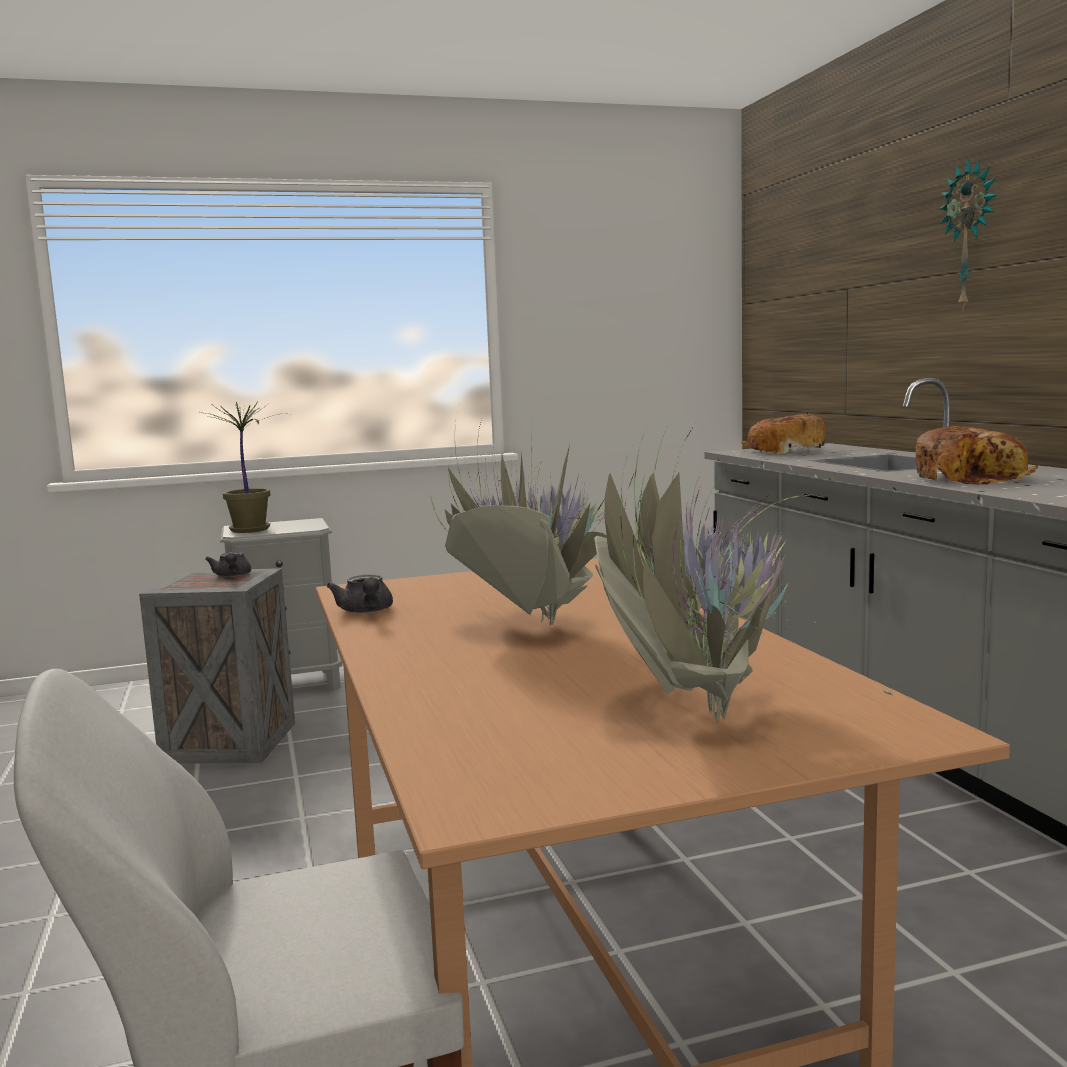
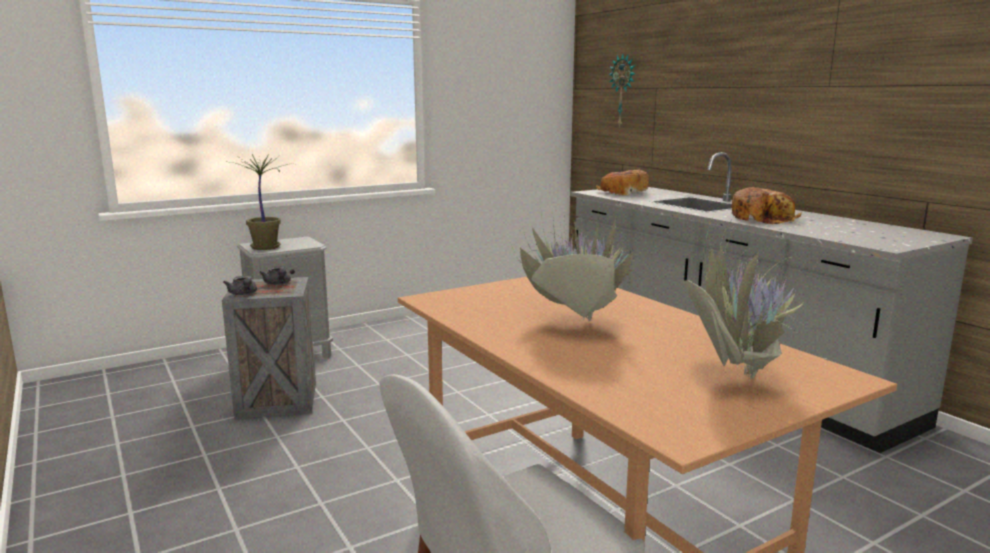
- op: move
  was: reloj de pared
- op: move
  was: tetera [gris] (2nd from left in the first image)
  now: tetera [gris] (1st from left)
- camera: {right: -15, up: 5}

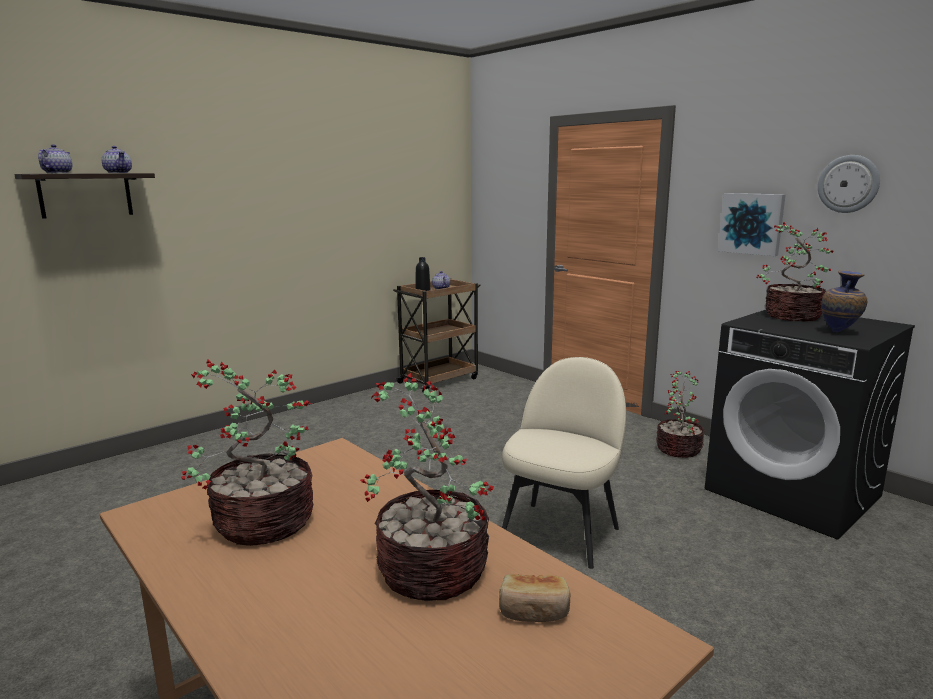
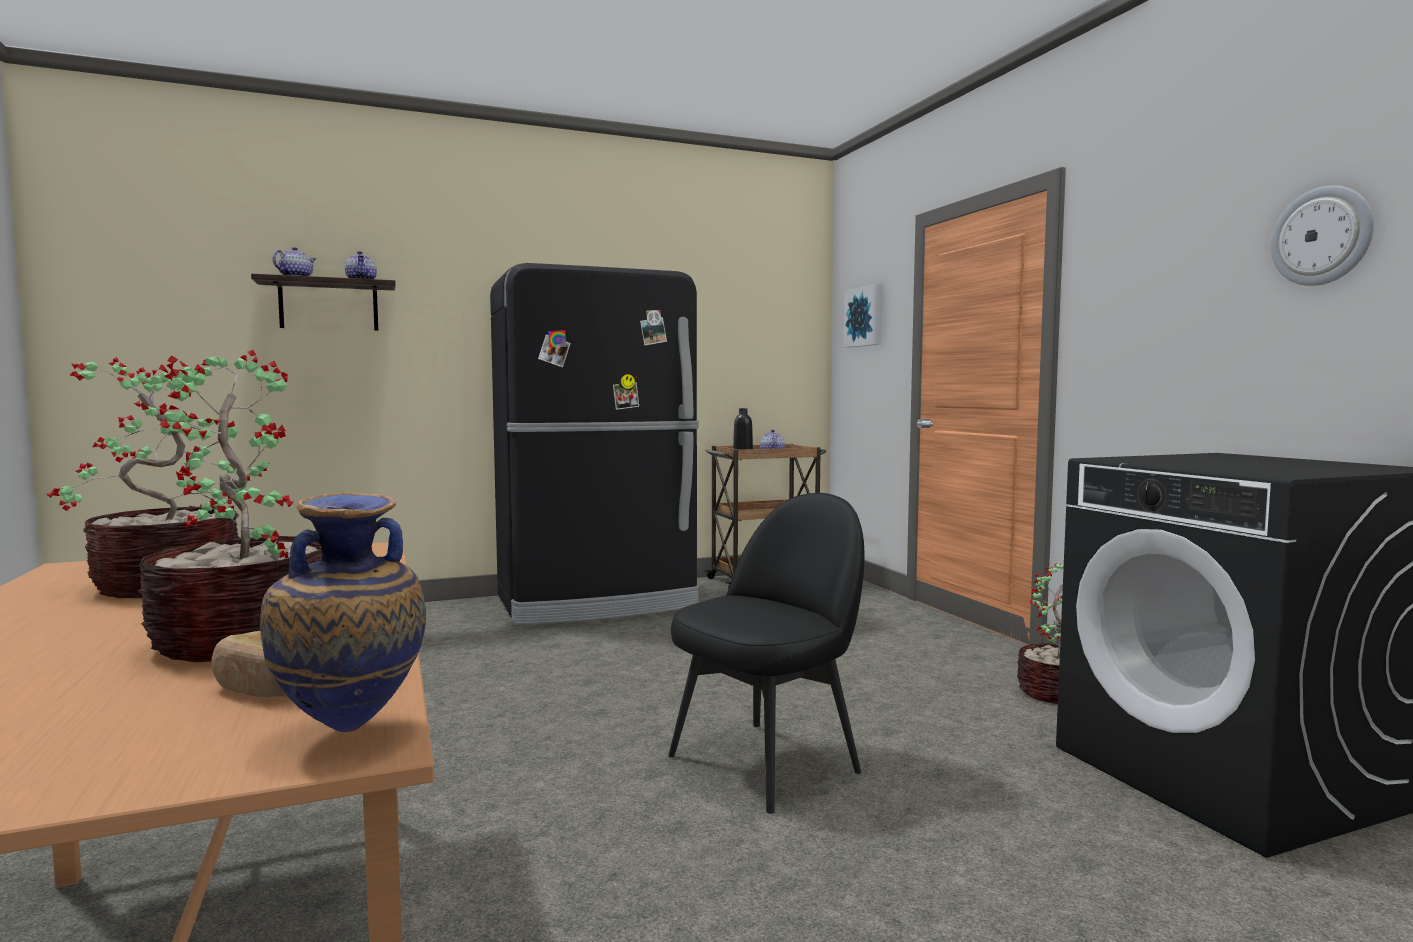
- op: move
  was: cuadro
- op: delete
  was: planta en maceta (4th from left)
- op: move
  was: florero
- op: recolor
  was: silla [beis]
  now: silla [negro]
- op: insert
  now: nevera [negro]
- camera: {right: 20, up: -10}

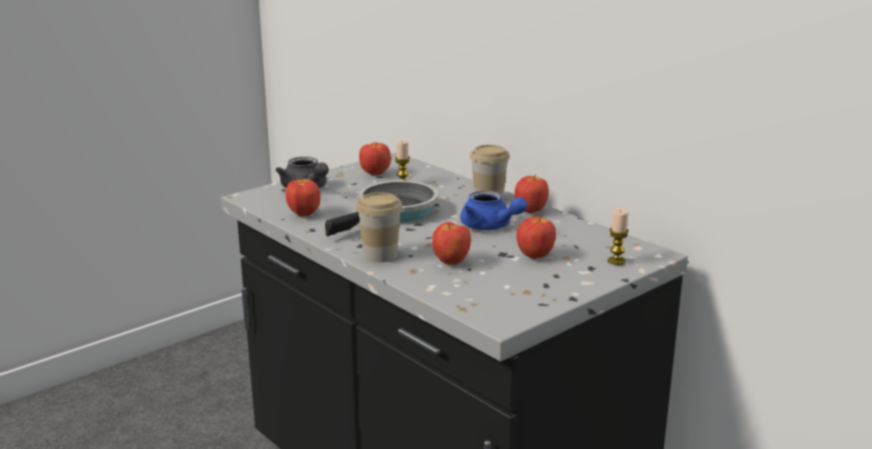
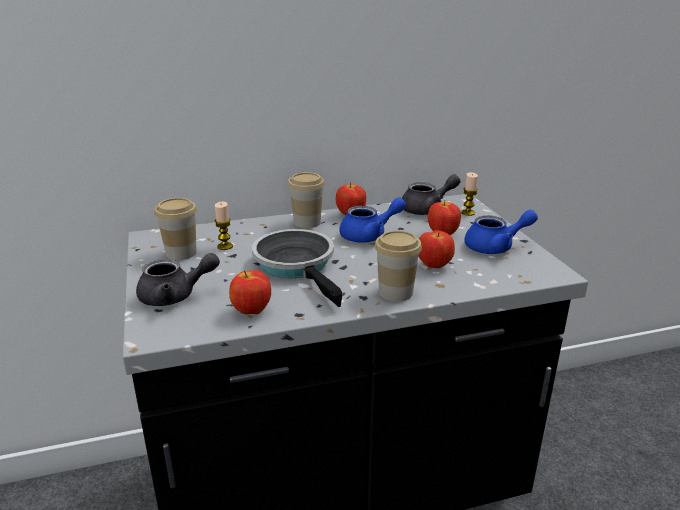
- op: replace
  was: manzana (2nd from left)
  now: taza (1st from left)
- op: insert
  now: tetera [gris] (2nd from left)
- op: insert
  now: tetera [azul] (2nd from left)
- camera: {right: -65, up: 5}

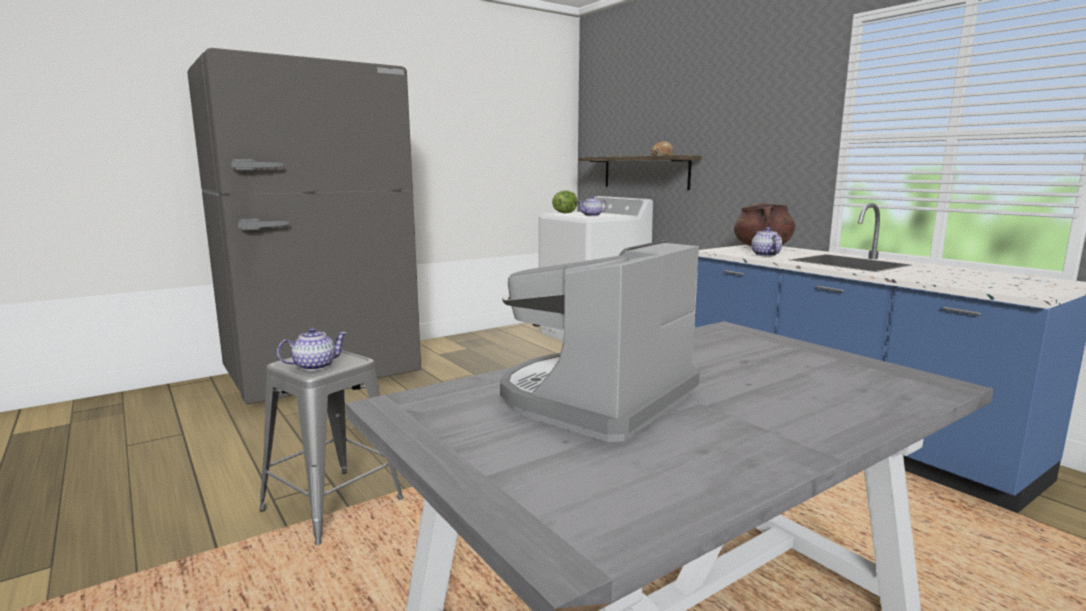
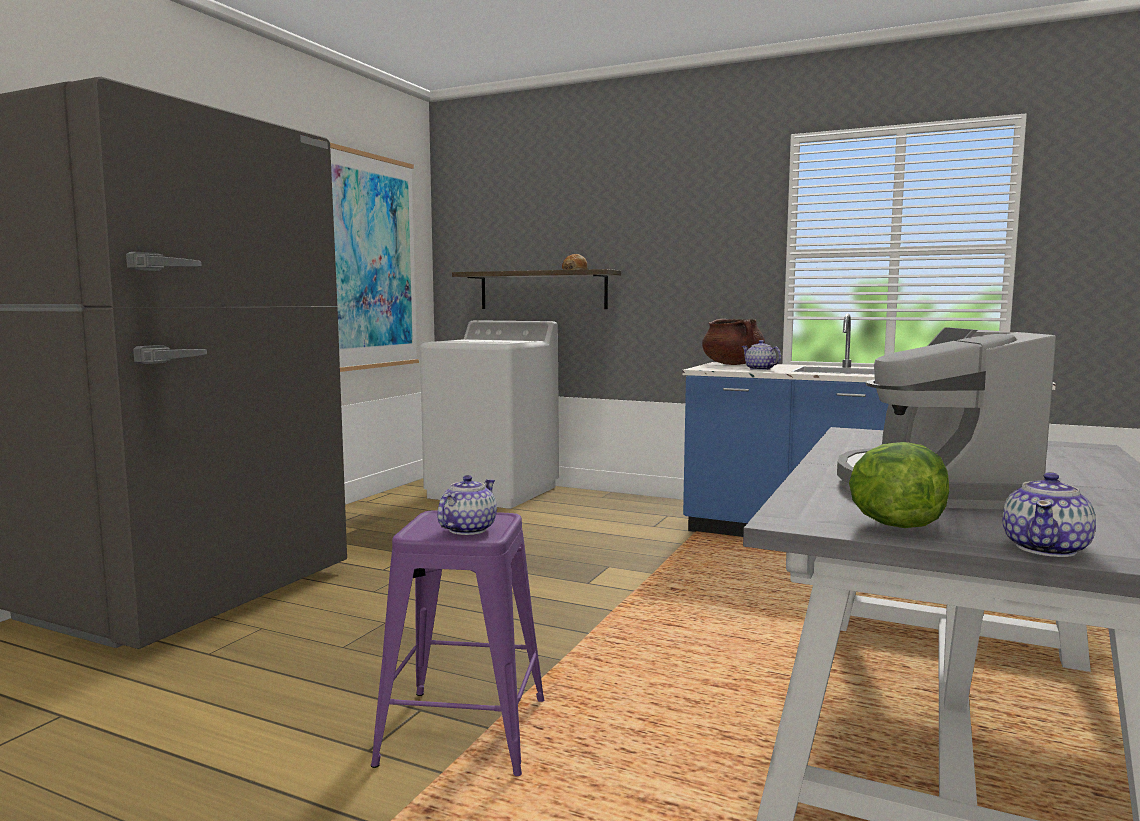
- op: move
  was: lechuga
- op: move
  was: tetera (2nd from left in the first image)
  now: tetera (3rd from left)
- op: recolor
  was: taburete [gris]
  now: taburete [morado]
- op: insert
  now: cuadro
- camera: {right: -30, up: -5}

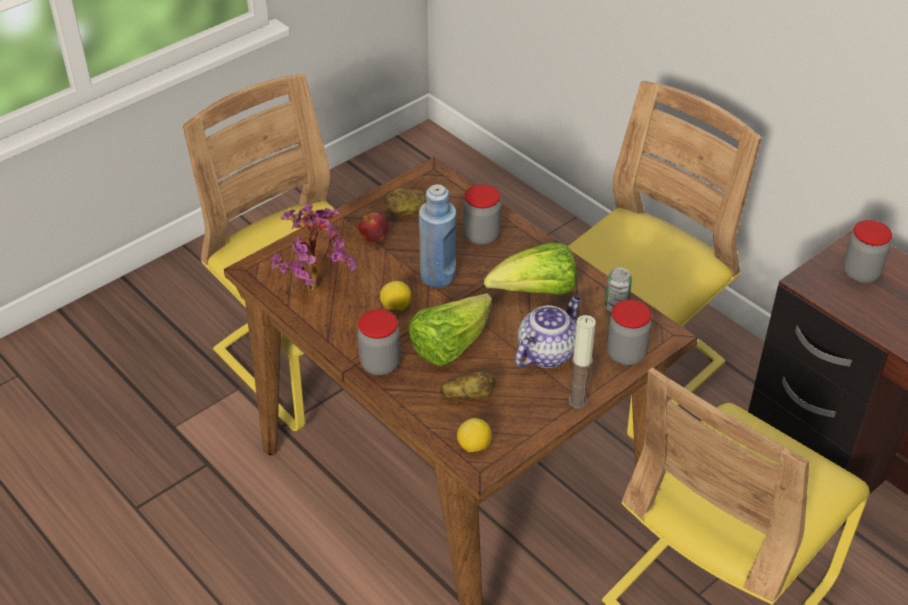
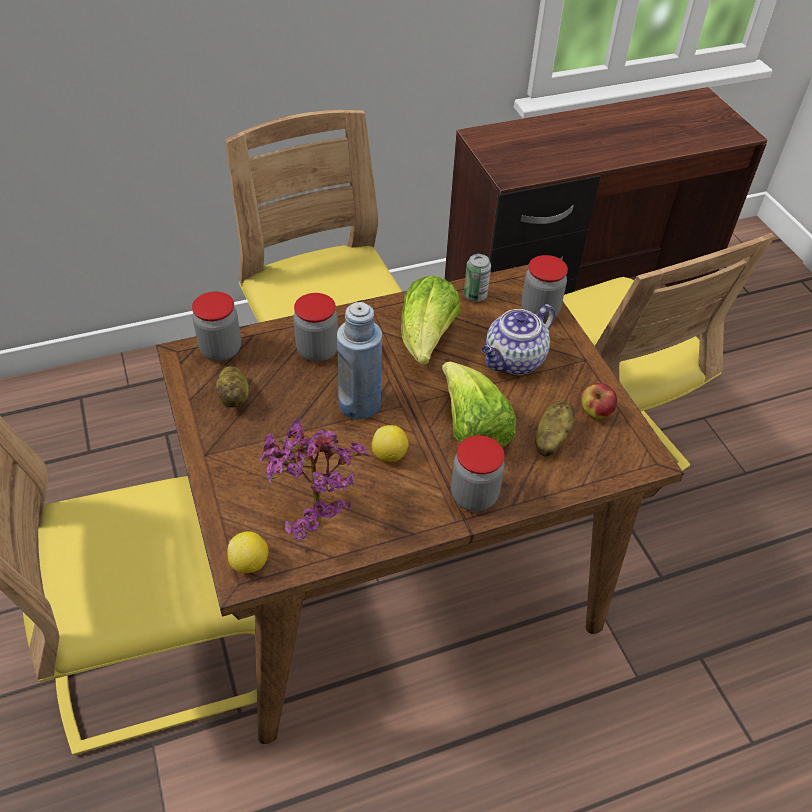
- op: move
  was: manzana
- op: move
  was: tarro (4th from left in the first image)
  now: tarro (1st from left)
- op: rotate
  was: tetera
  clockwise: -105
- op: delete
  was: vela
- op: move
  was: limón (2nd from left in the first image)
  now: limón (1st from left)
- camera: {right: -70, up: 5}

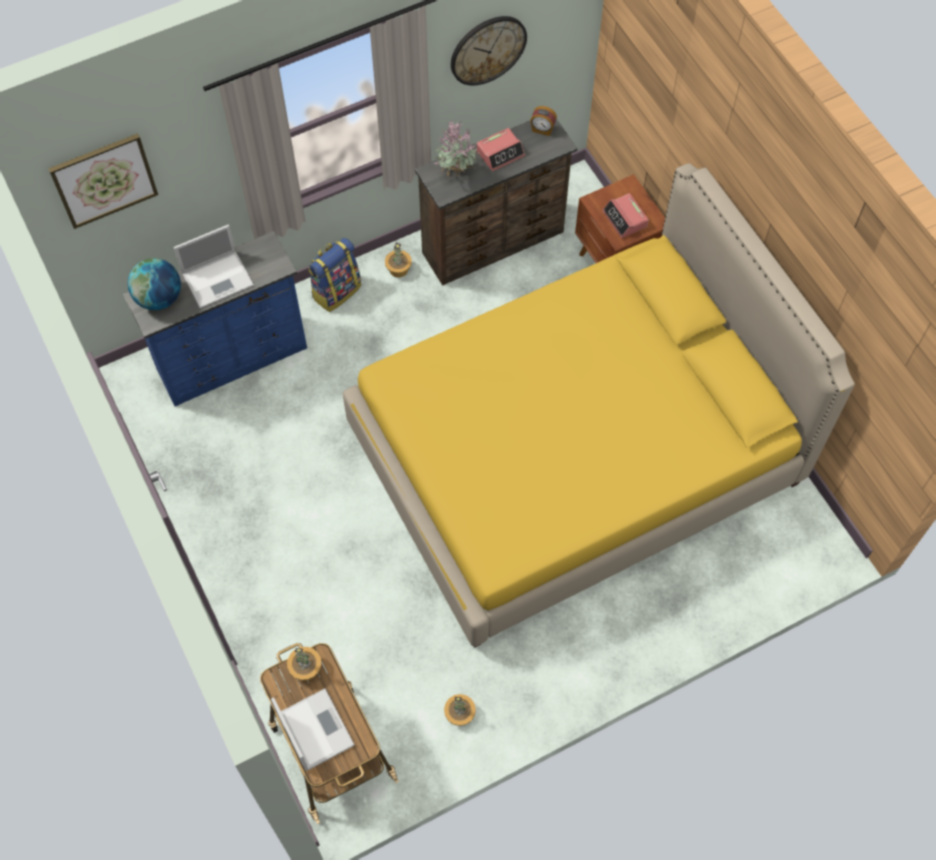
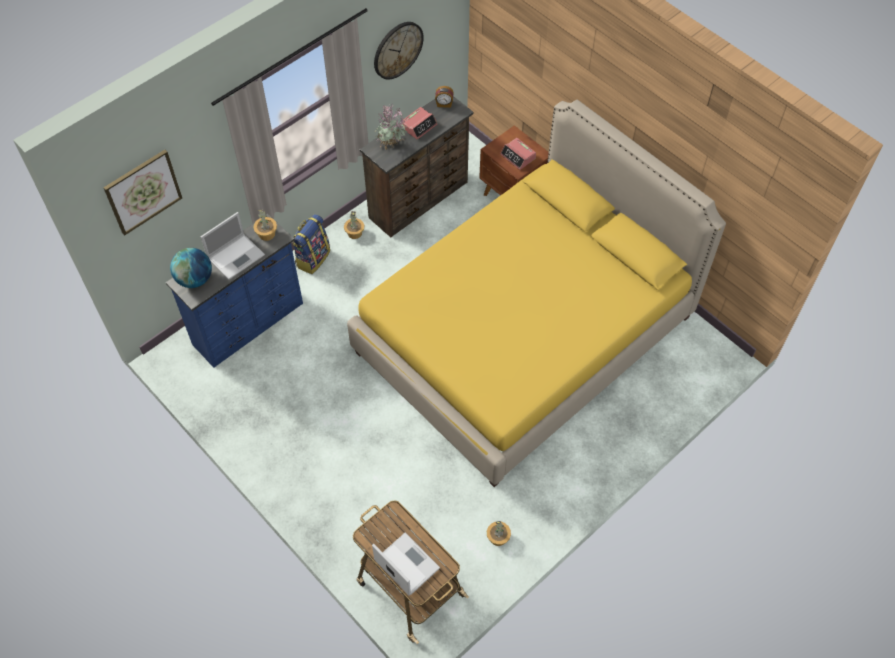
- op: move
  was: planta en maceta (1st from left)
- camera: {right: -15, up: -5}

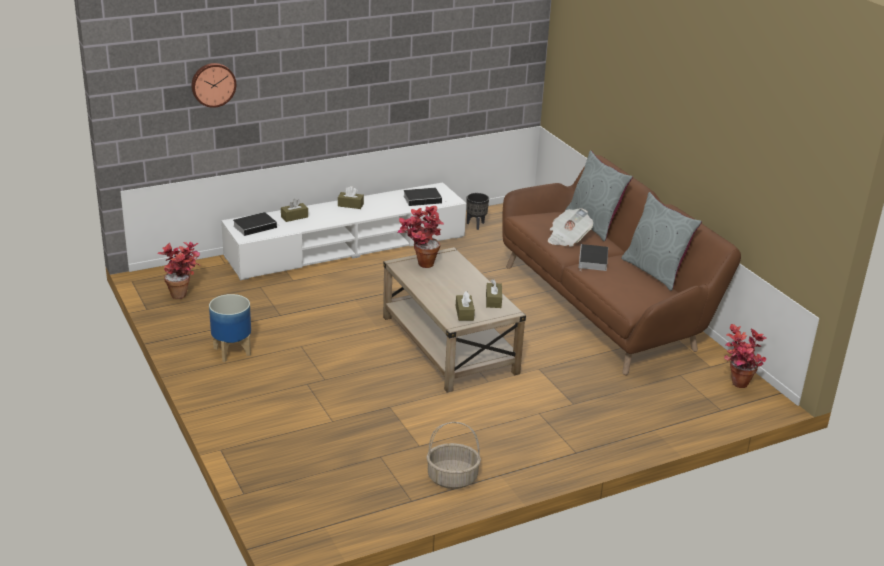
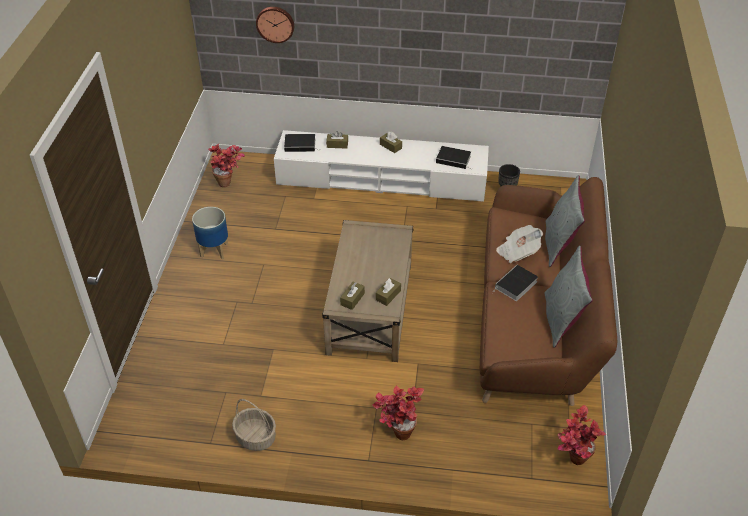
- op: move
  was: planta en maceta (2nd from left)
- camera: {right: 35, up: 15}

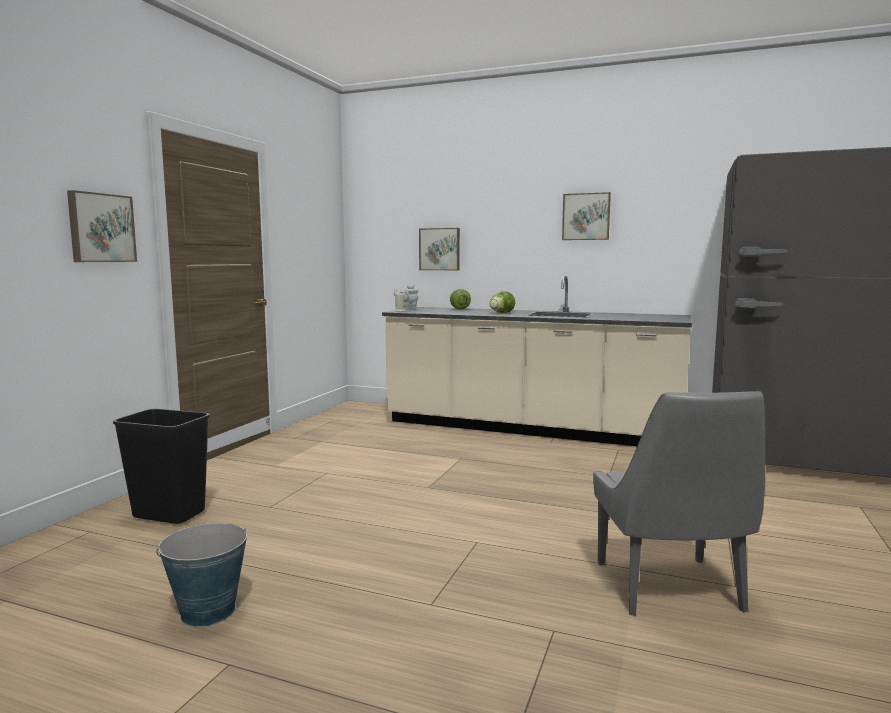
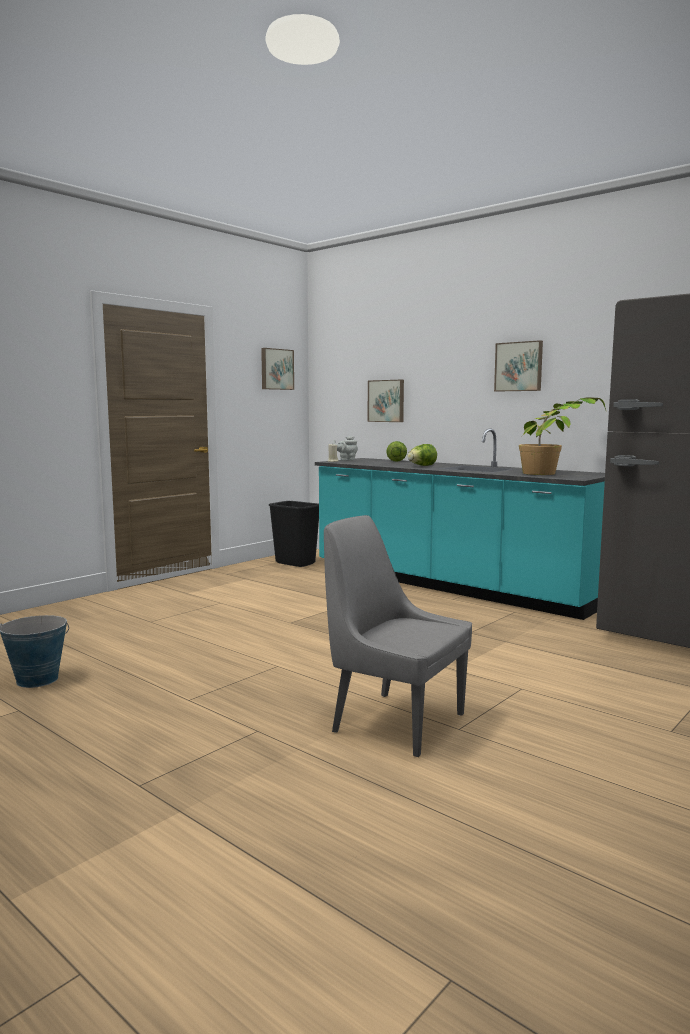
- op: move
  was: cuadro (1st from left)
- op: recolor
  was: mueble bajo de cocina [beis]
  now: mueble bajo de cocina [turquesa]
- op: rotate
  was: silla [gris]
  clockwise: 105
- op: move
  was: papelera [negro]
- op: insert
  now: planta en maceta
- camera: {right: 20, up: 0}

